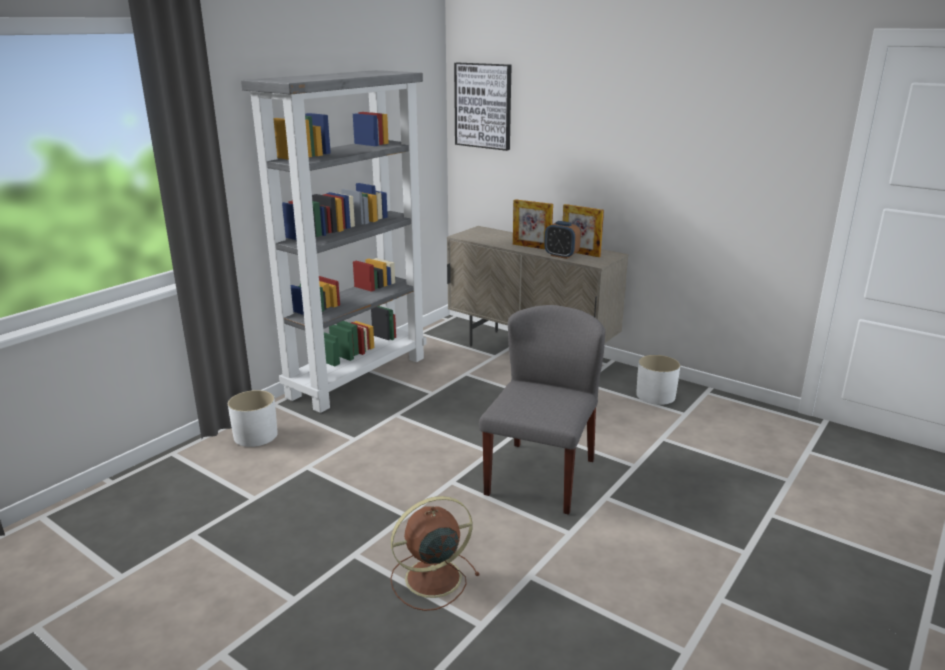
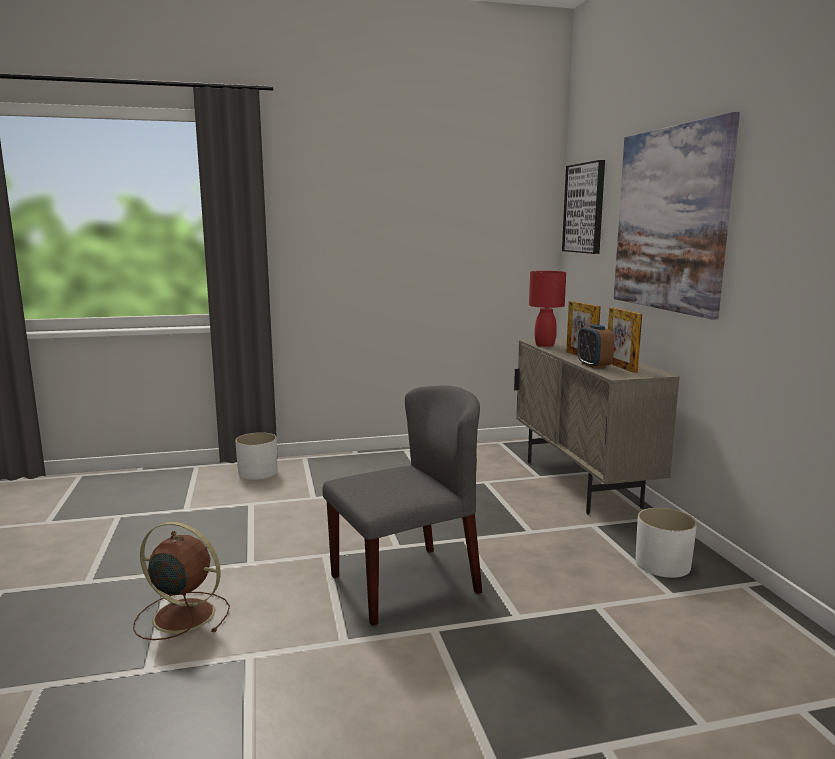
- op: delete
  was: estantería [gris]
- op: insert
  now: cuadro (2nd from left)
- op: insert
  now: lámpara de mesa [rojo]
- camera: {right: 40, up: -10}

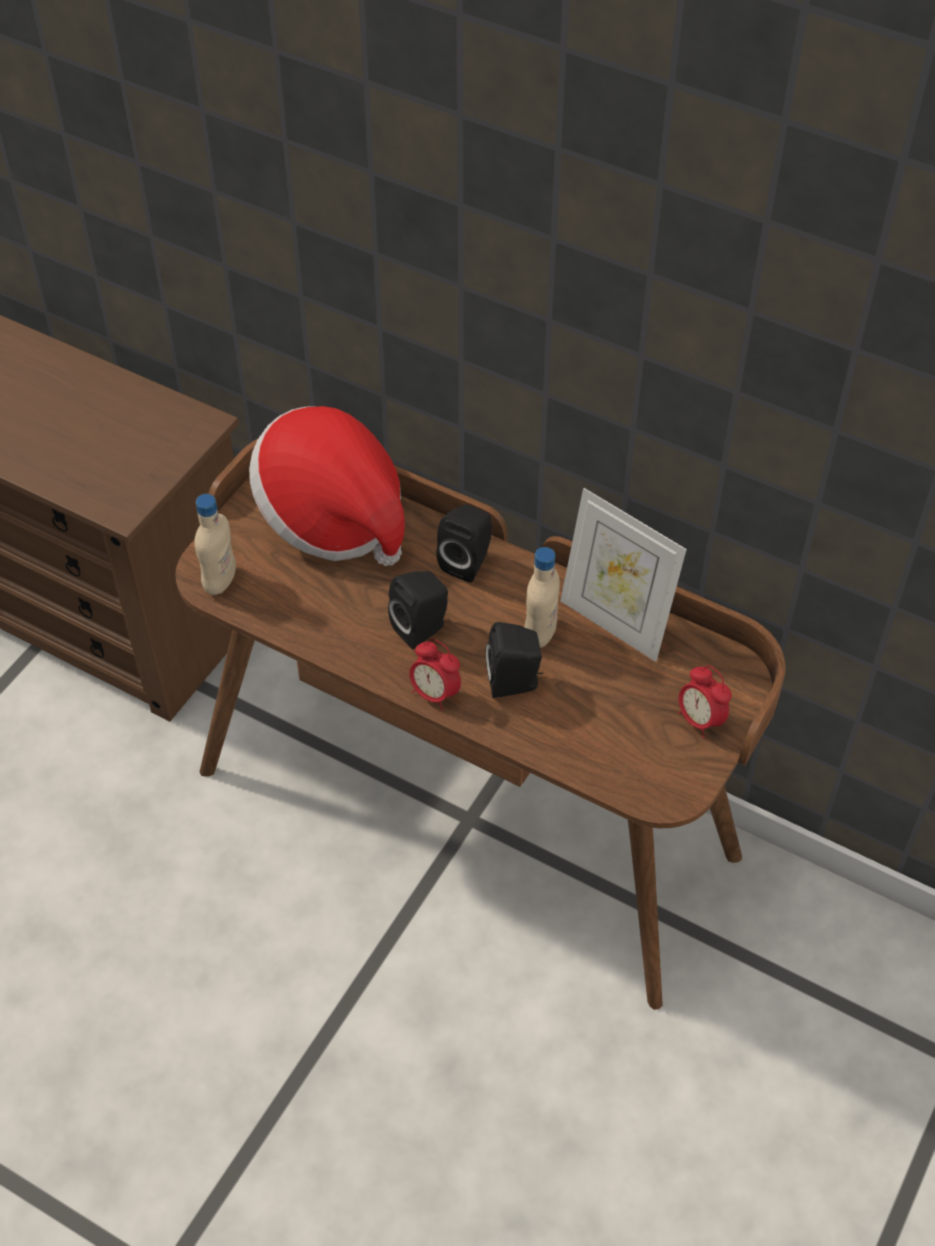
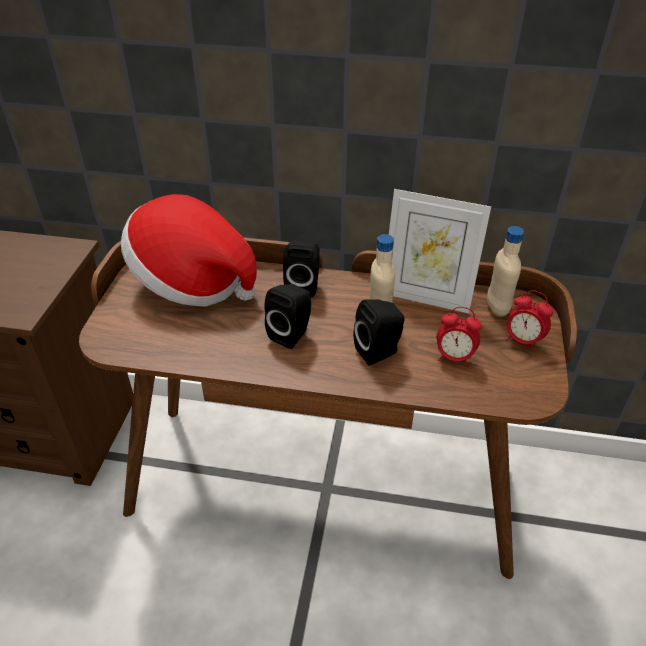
- op: move
  was: botella [beis] (1st from left in the first image)
  now: botella [beis] (2nd from left)
- op: move
  was: despertador (1st from left)
- camera: {right: -20, up: -10}

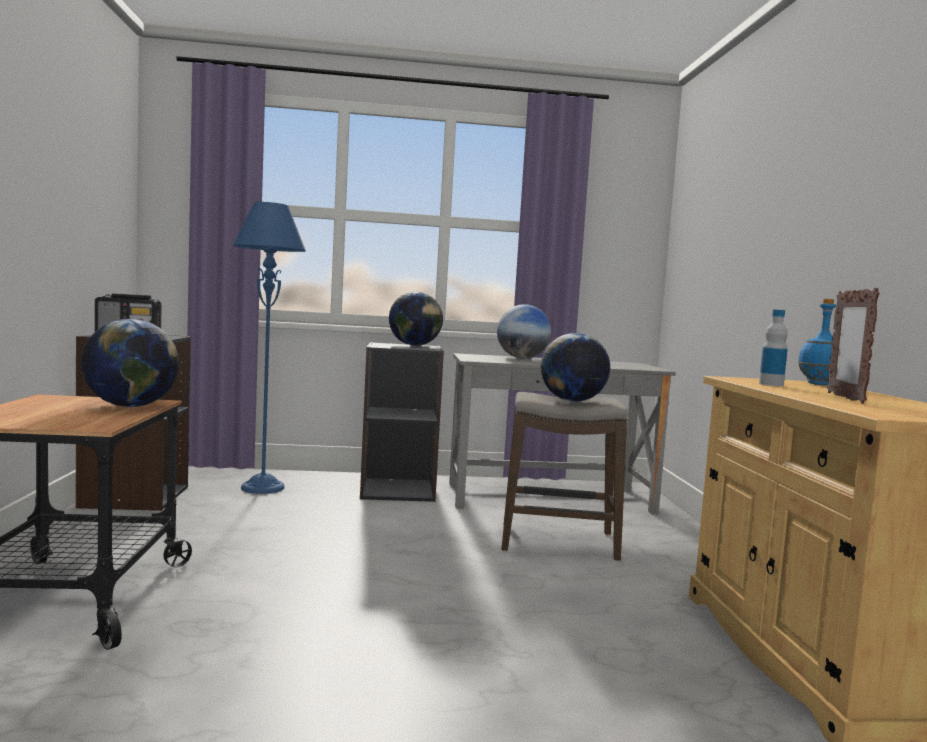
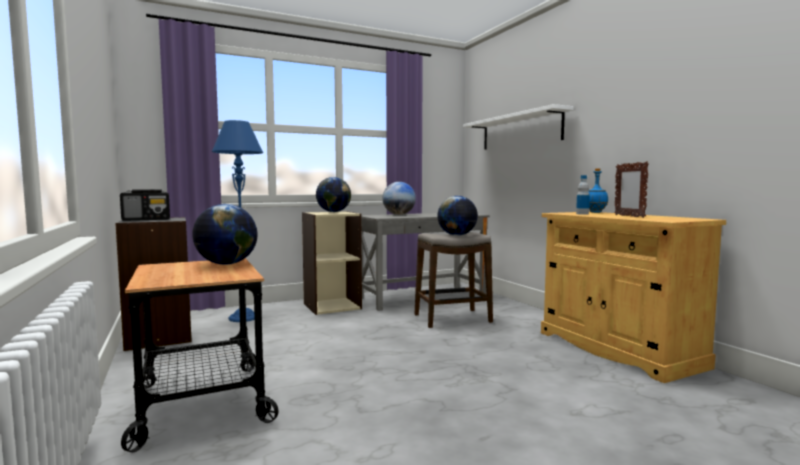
- op: recolor
  was: estantería [negro] (2nd from left)
  now: estantería [beis]
- op: insert
  now: estante [blanco]
- camera: {right: -20, up: 0}

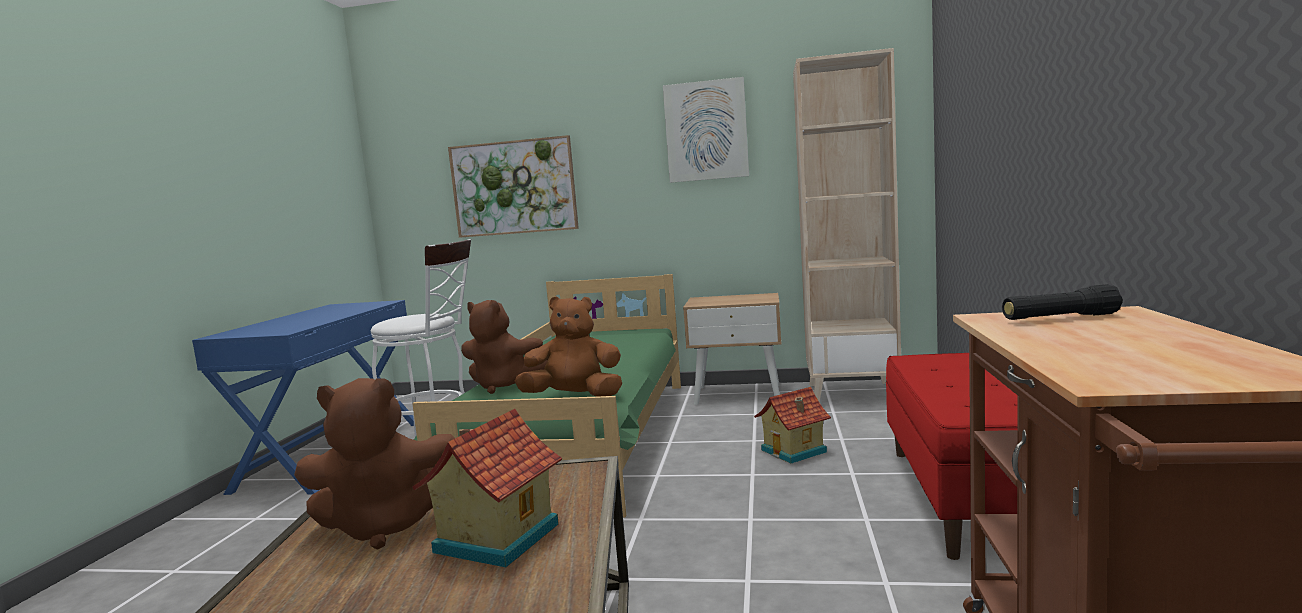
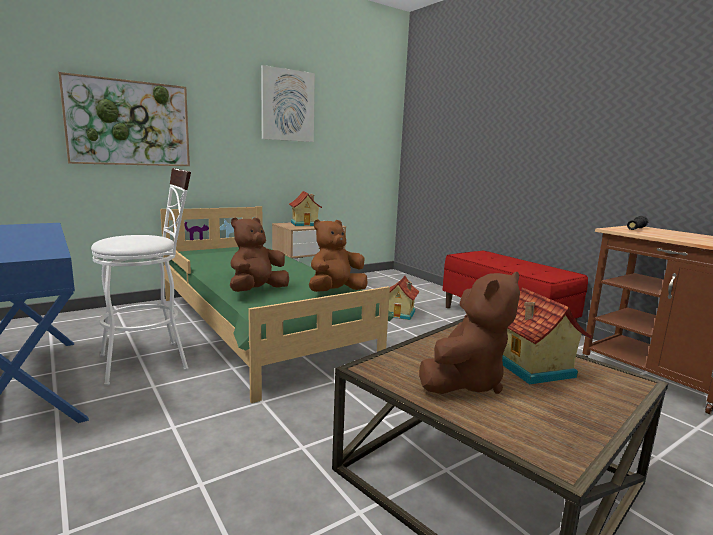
- op: delete
  was: estantería [beis]
- op: rotate
  was: peluche [marrón] (2nd from left in the first image)
  clockwise: 150
- op: insert
  now: casita (1st from left)
- camera: {right: -45, up: 5}

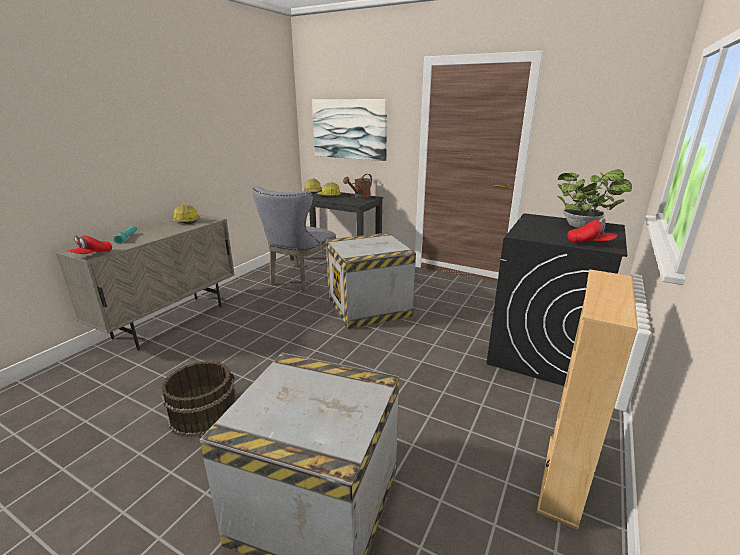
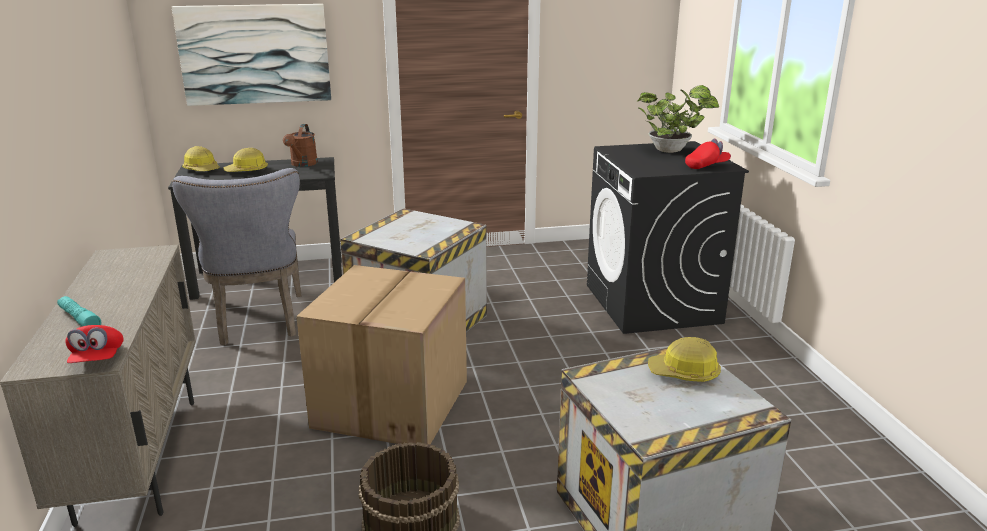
- op: move
  was: casco (1st from left in the first image)
  now: casco (3rd from left)
- op: delete
  was: estantería [beis]
- op: insert
  now: caja de cartón
- camera: {right: -40, up: 0}

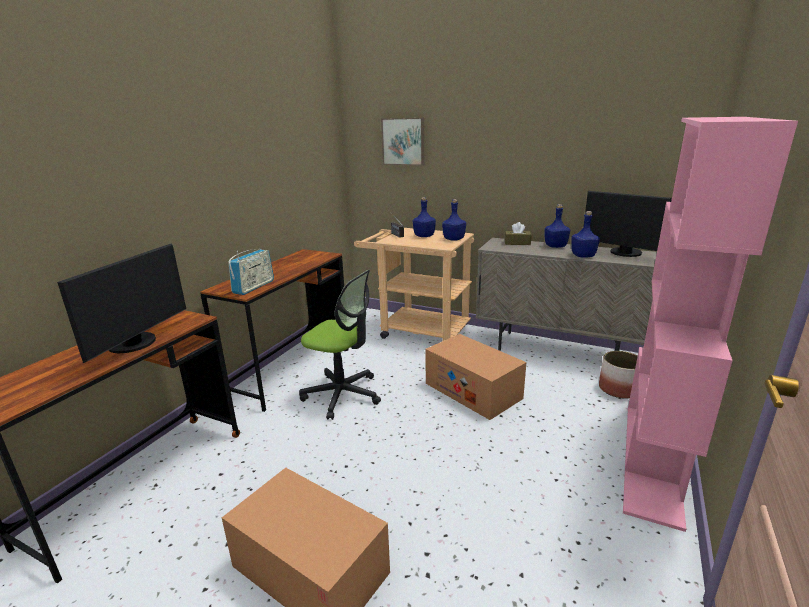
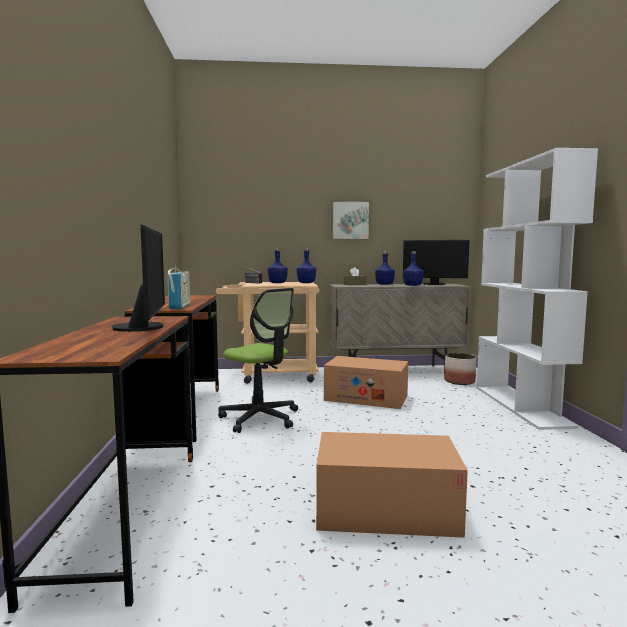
- op: recolor
  was: estantería [rosa]
  now: estantería [blanco]
- op: move
  was: cuadro
- op: rotate
  was: silla de oficina
  clockwise: 45
- camera: {right: -30, up: -15}

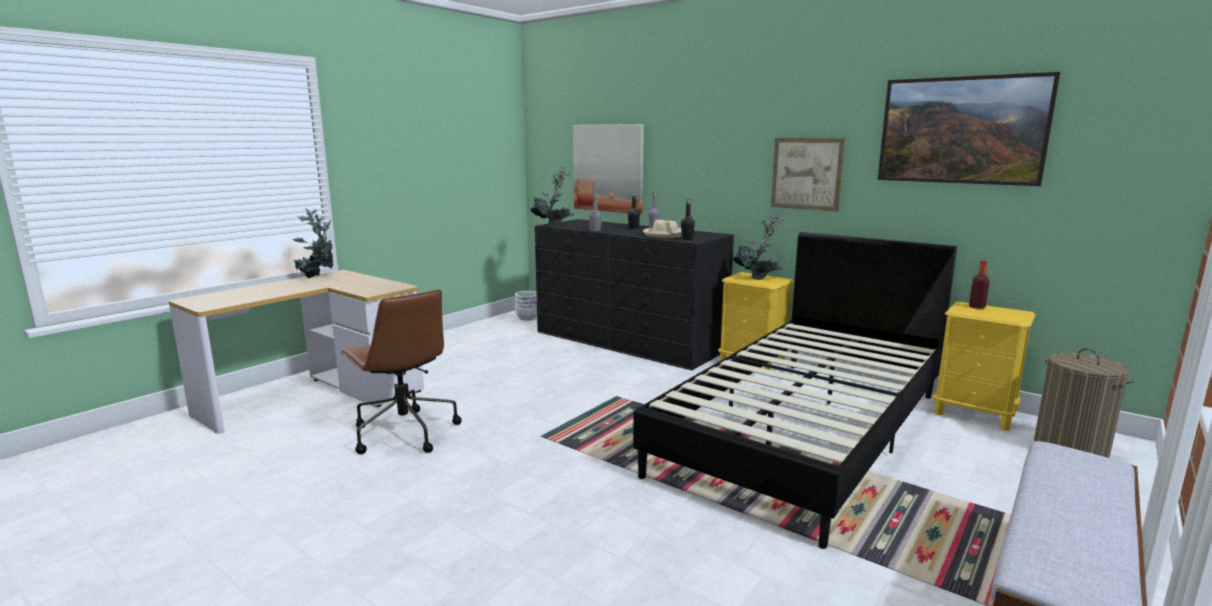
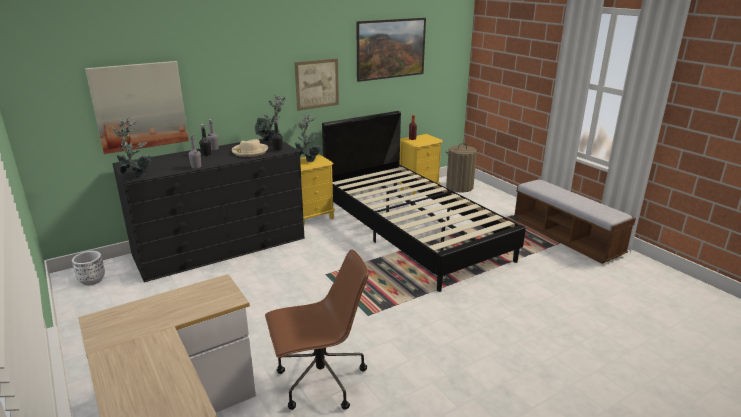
- op: move
  was: planta en maceta (1st from left in the first image)
  now: planta en maceta (2nd from left)
- camera: {right: -70, up: 10}

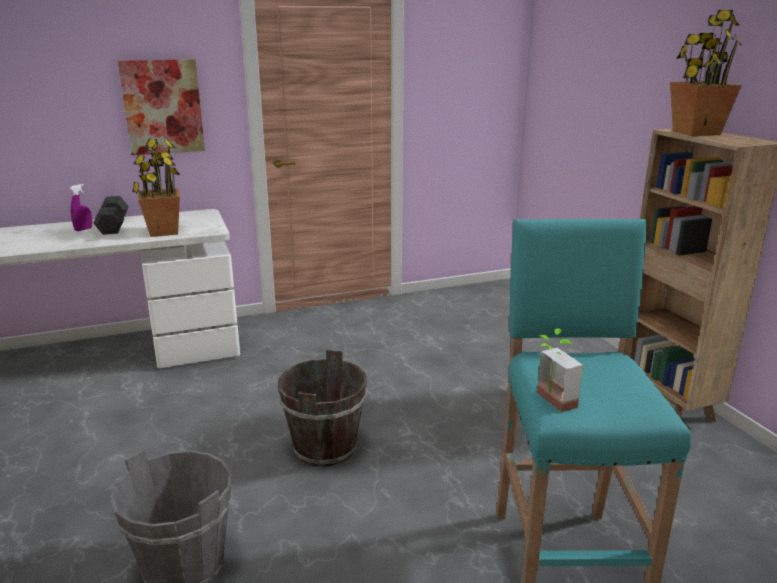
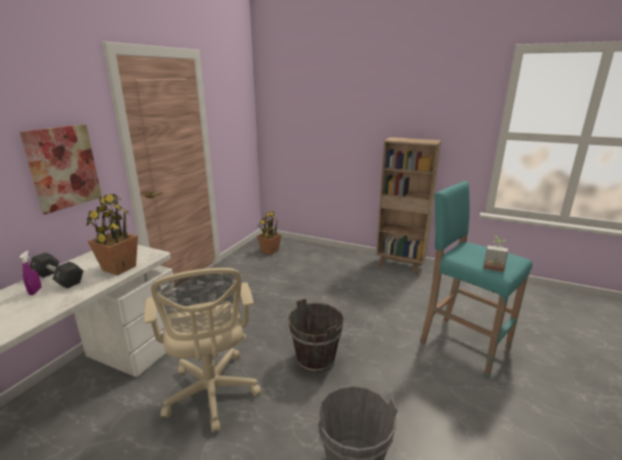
- op: move
  was: planta en maceta (3rd from left in the first image)
  now: planta en maceta (2nd from left)
- op: insert
  now: silla de oficina [beis]
- camera: {right: -45, up: 0}

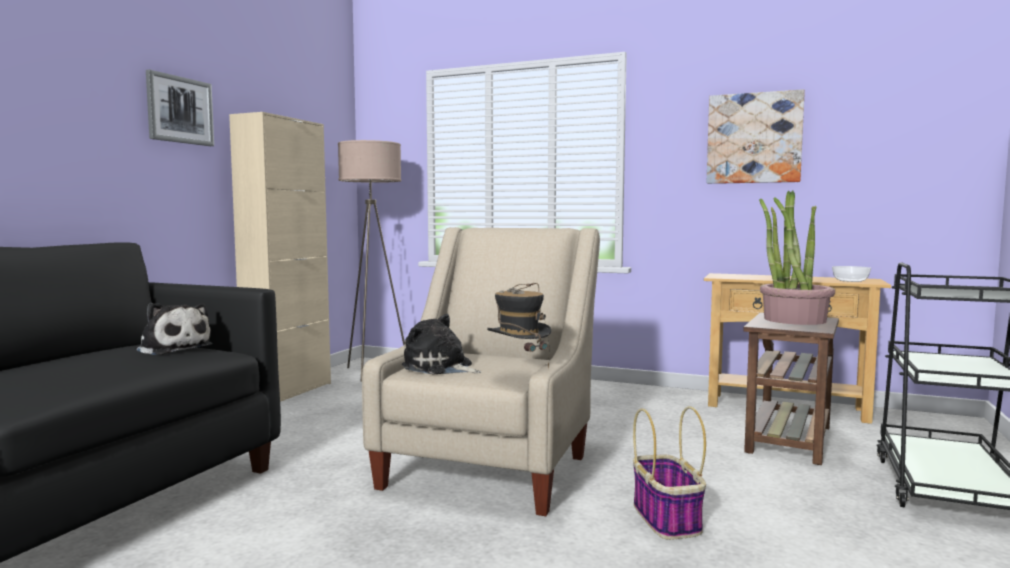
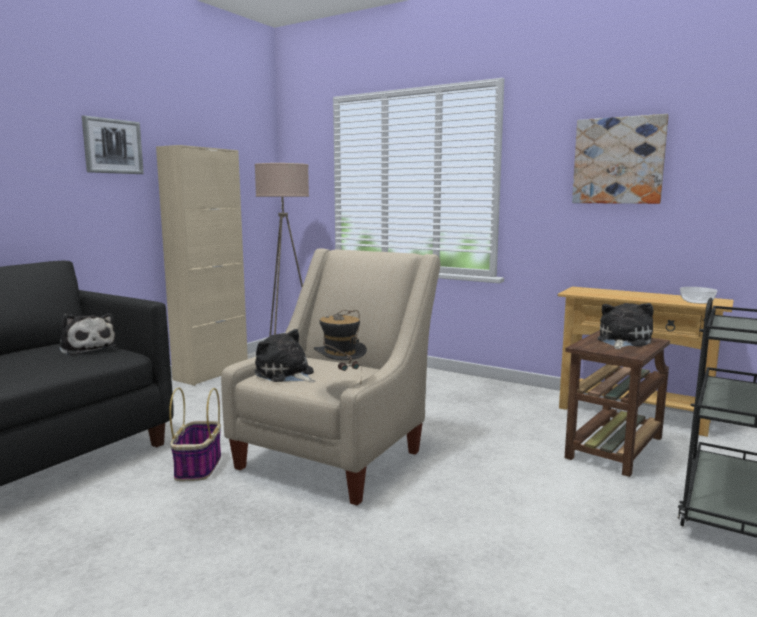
- op: replace
  was: planta en maceta
  now: peluche (3rd from left)
- op: move
  was: cesta
- camera: {right: 10, up: 5}

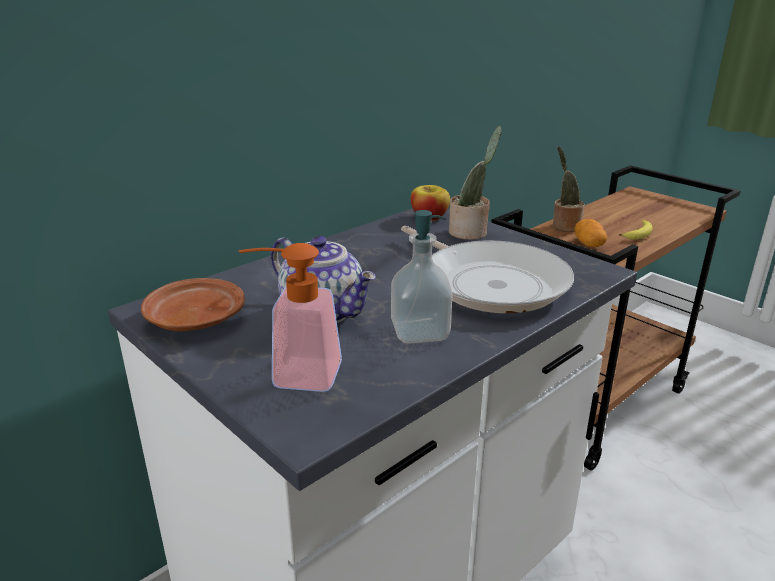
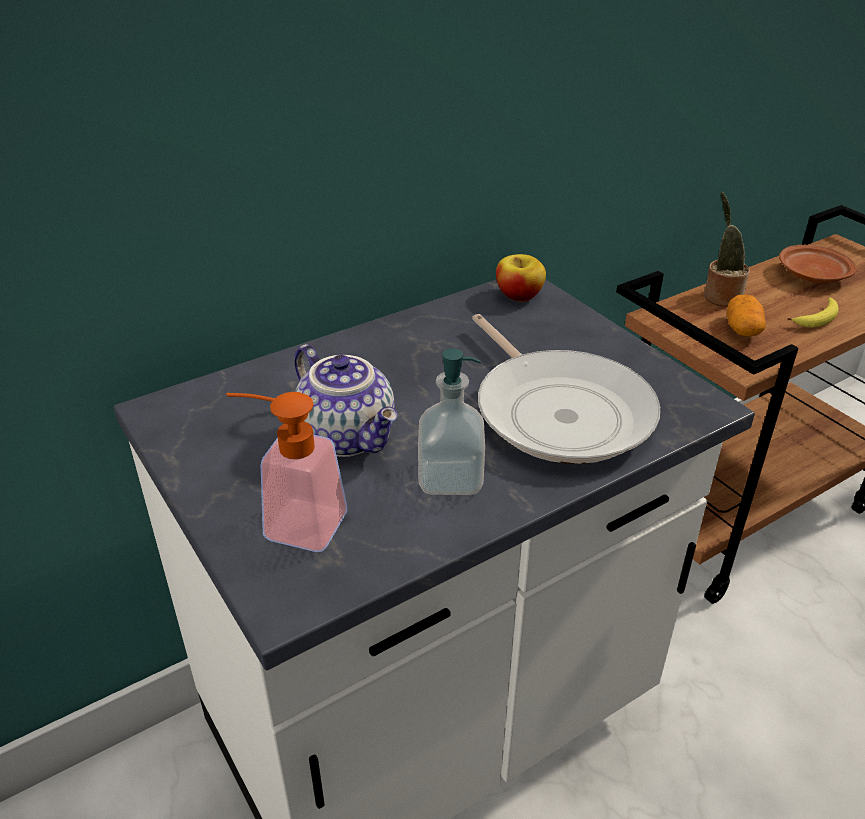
- op: delete
  was: planta en maceta (1st from left)
- op: move
  was: plato [marrón]
- camera: {right: 10, up: 10}

